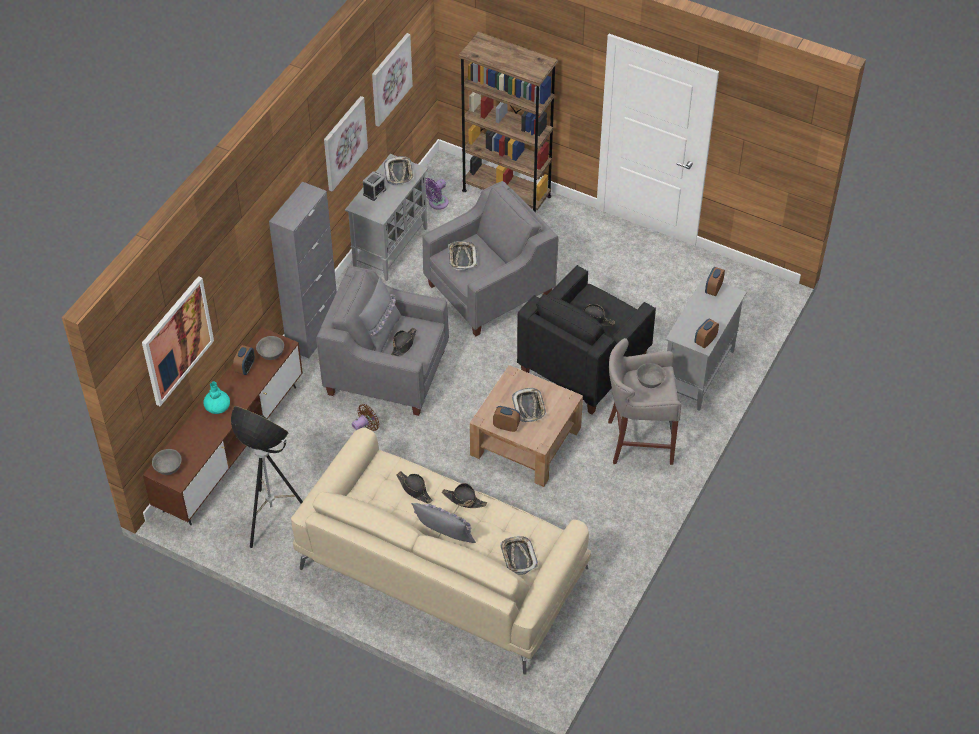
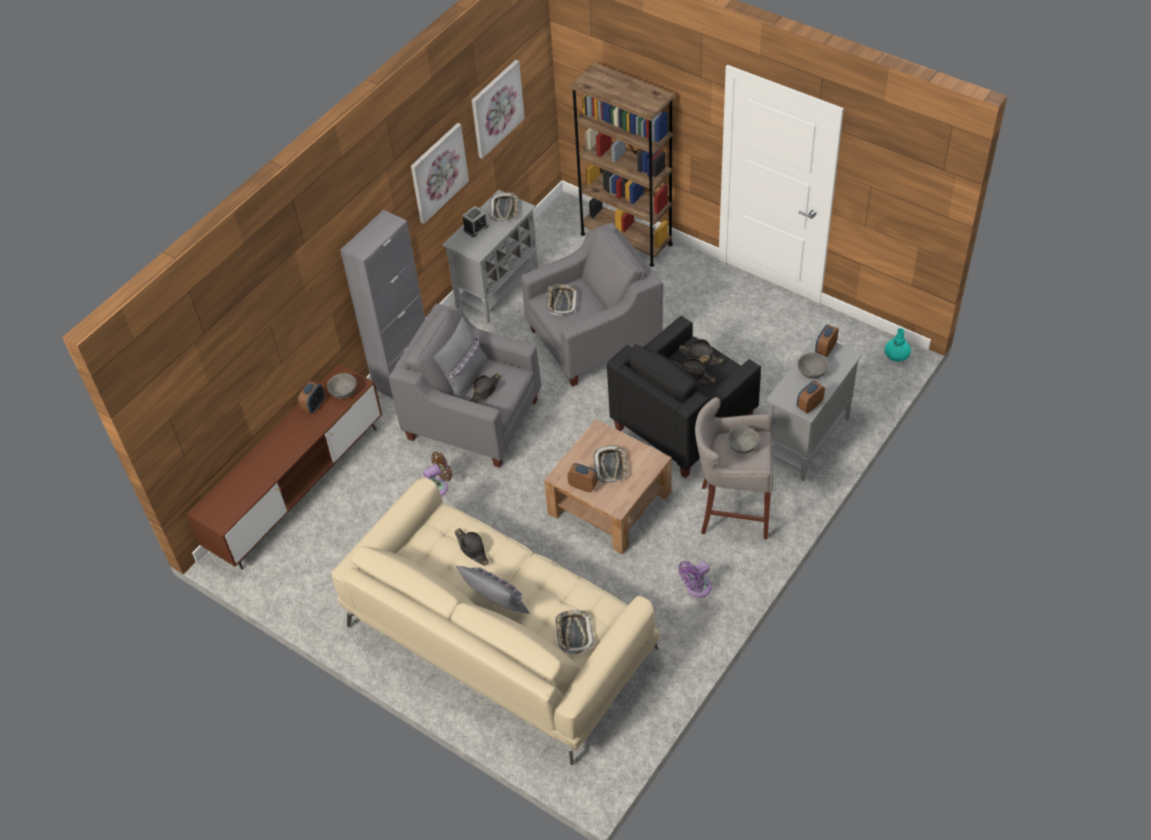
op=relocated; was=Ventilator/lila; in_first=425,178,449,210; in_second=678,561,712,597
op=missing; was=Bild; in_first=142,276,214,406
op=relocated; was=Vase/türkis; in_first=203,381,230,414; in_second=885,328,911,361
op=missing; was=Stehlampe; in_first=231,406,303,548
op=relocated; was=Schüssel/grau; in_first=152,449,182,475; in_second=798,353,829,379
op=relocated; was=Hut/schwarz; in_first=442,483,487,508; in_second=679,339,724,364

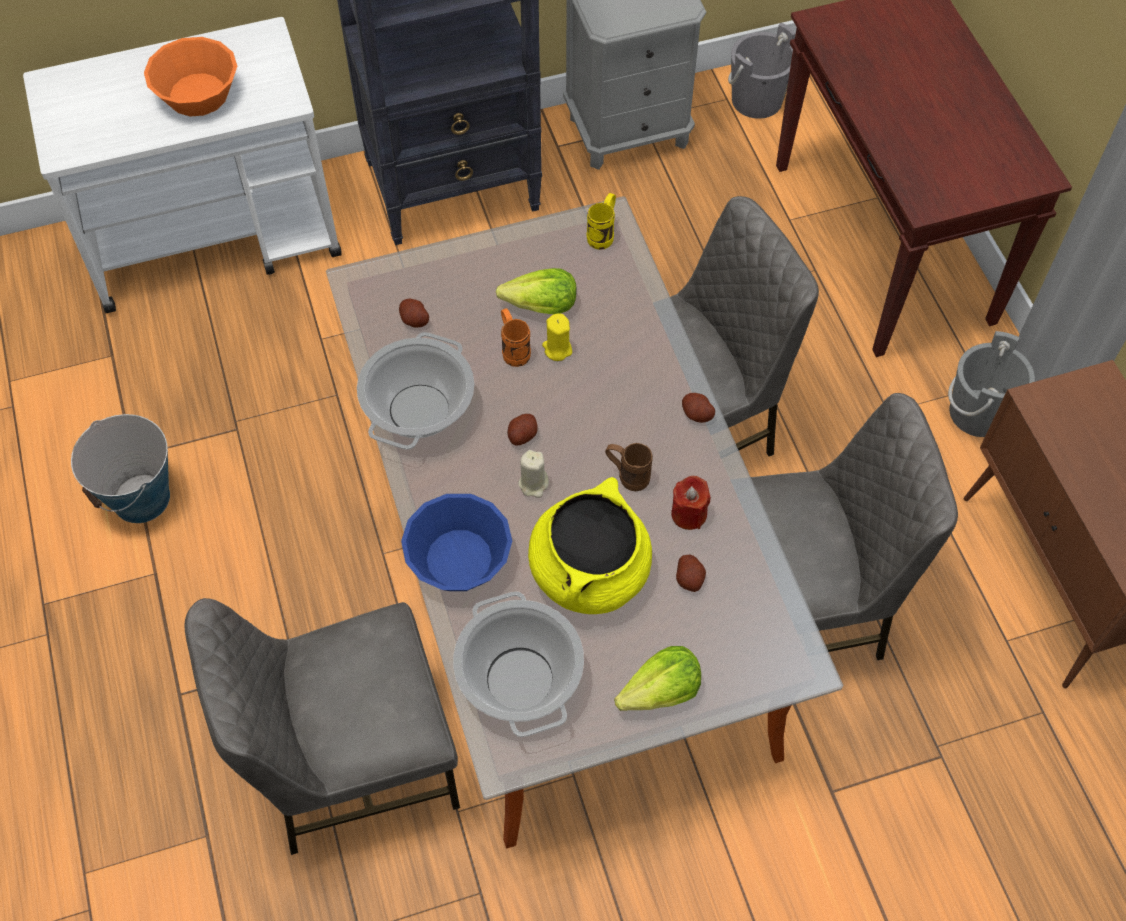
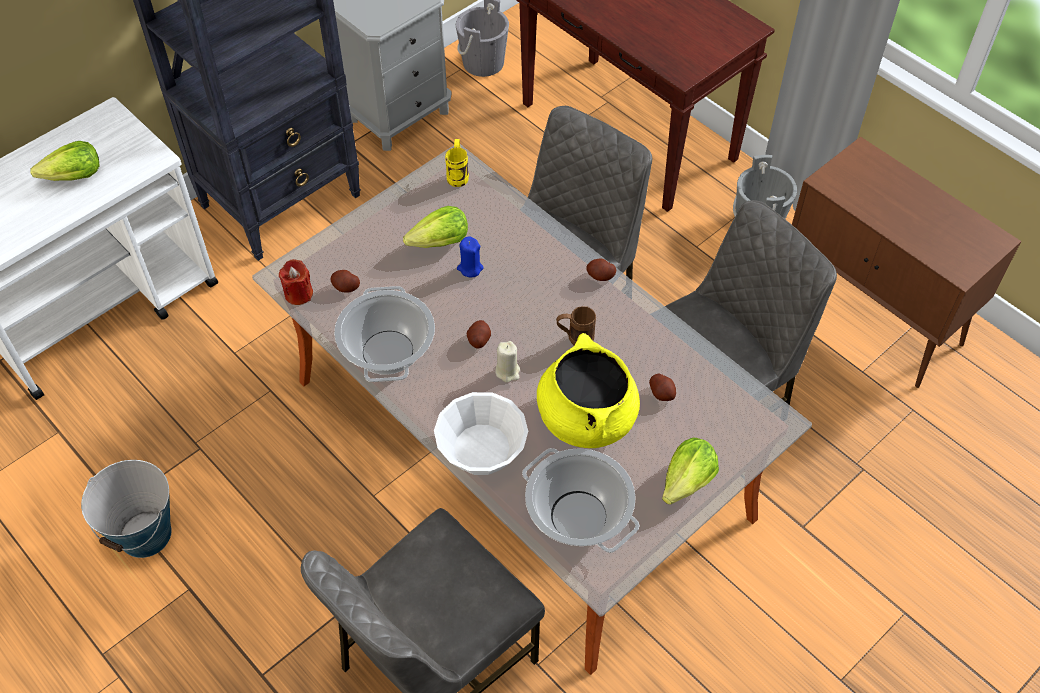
op=exchanged; was=Schüssel/orange; now=Salatkopf; in_first=144,37,237,117; in_second=30,141,99,181
op=missing; was=Henkelbecher/orange; in_first=501,308,531,367
op=colour; was=Kerze/gelb; now=Kerze/blau; in_first=542,313,572,361; in_second=457,236,484,278
op=relocated; was=Kerze/rot; in_first=671,476,711,530; in_second=279,259,313,305
op=colour; was=Schüssel/blau; now=Schüssel/weiß; in_first=401,494,512,591; in_second=434,392,528,475

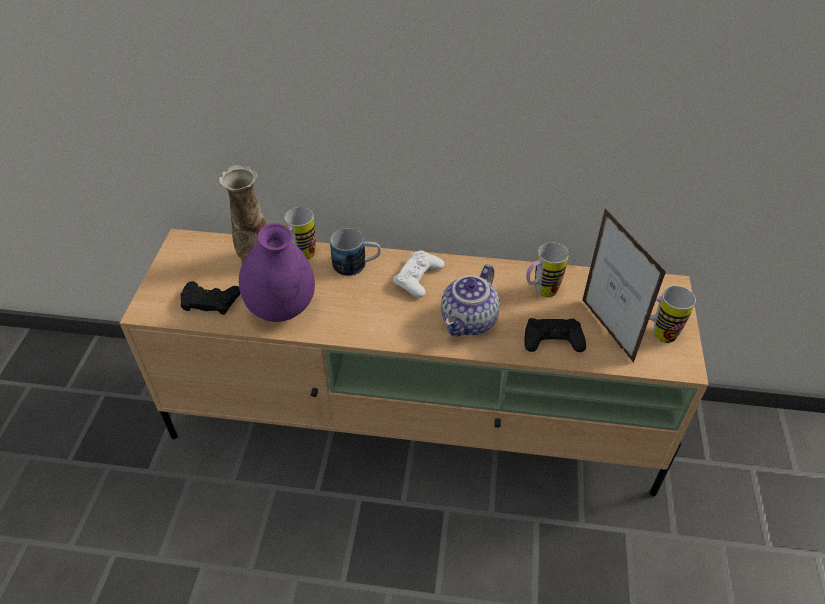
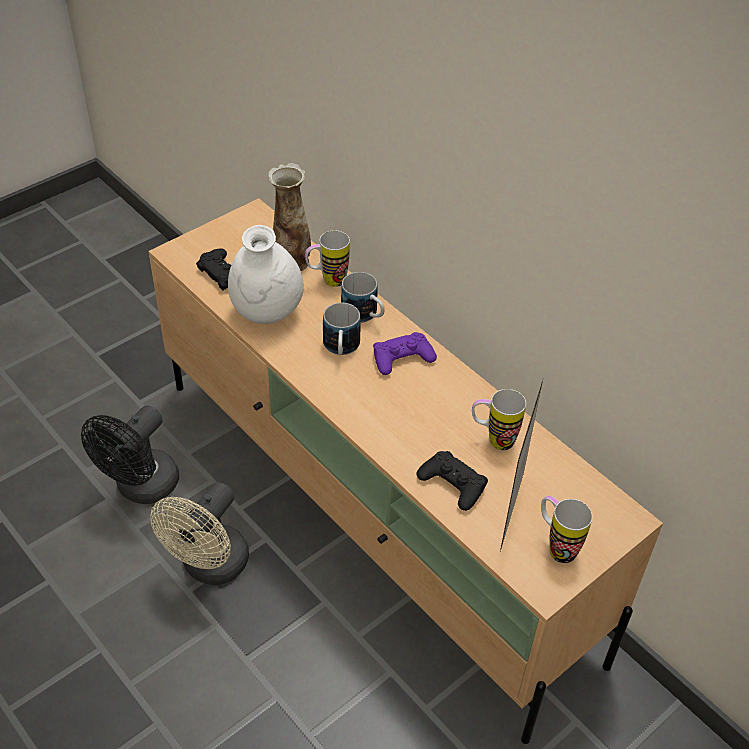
op=colour; was=Vase/lila; now=Vase/weiß; in_first=239,223,315,322; in_second=228,225,304,324
op=colour; was=Gamepad/weiß; now=Gamepad/lila; in_first=393,250,444,298; in_second=373,332,437,375
op=missing; was=Teekanne; in_first=441,264,500,336
op=appeared; now=Henkelbecher; in_second=323,303,360,355
op=appeared; now=Ventilator/schwarz; in_second=81,405,179,504
op=appeared; now=Ventilator/beige; in_second=150,482,249,585

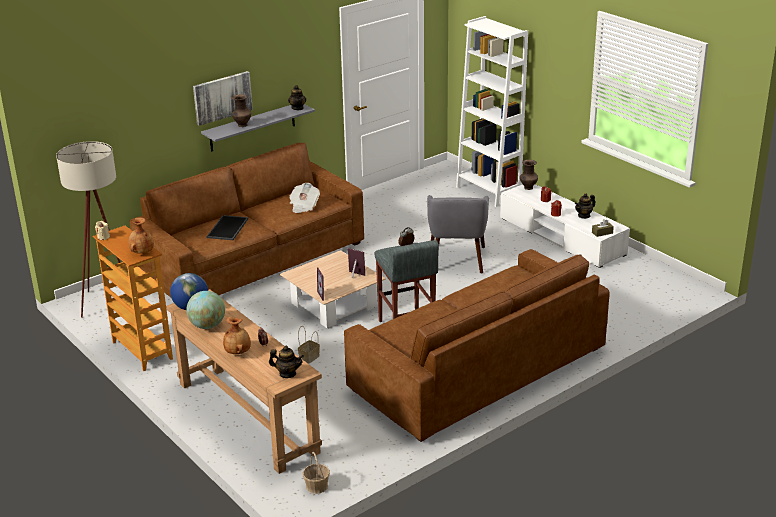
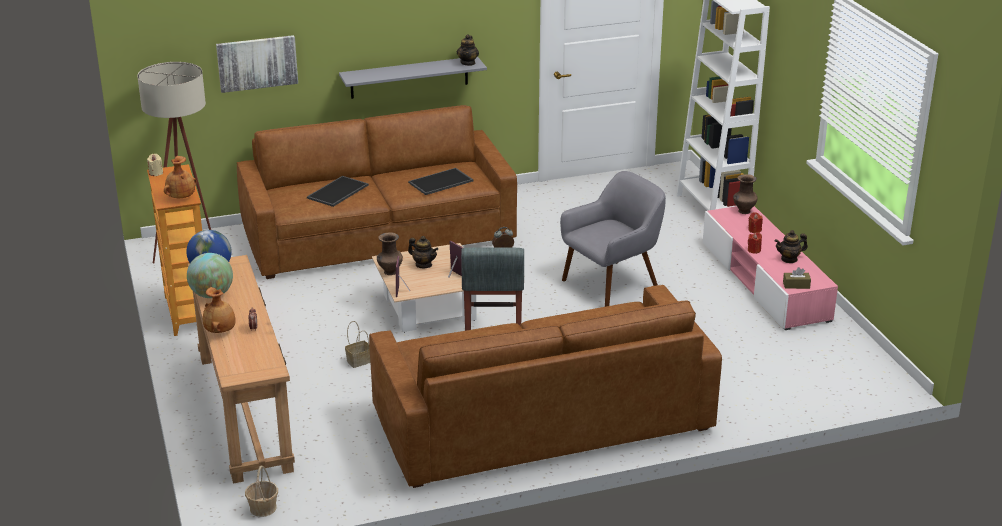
op=relocated; was=Bild; in_first=193,71,253,126; in_second=216,35,298,93
op=relocated; was=Vase/braun; in_first=232,94,251,127; in_second=377,232,403,275
op=exchanged; was=Zeitung; now=Tablett; in_first=289,183,320,213; in_second=408,168,473,195
op=colour; was=Fernsehschrank/weiß; now=Fernsehschrank/rosa; in_first=500,184,630,268; in_second=703,206,838,330
op=spun; was=Sessel/grau; in_first=427,195,489,274; in_second=560,171,666,307; clockwise=-150
op=relocated; was=Teekanne; in_first=269,346,304,378; in_second=408,236,438,268

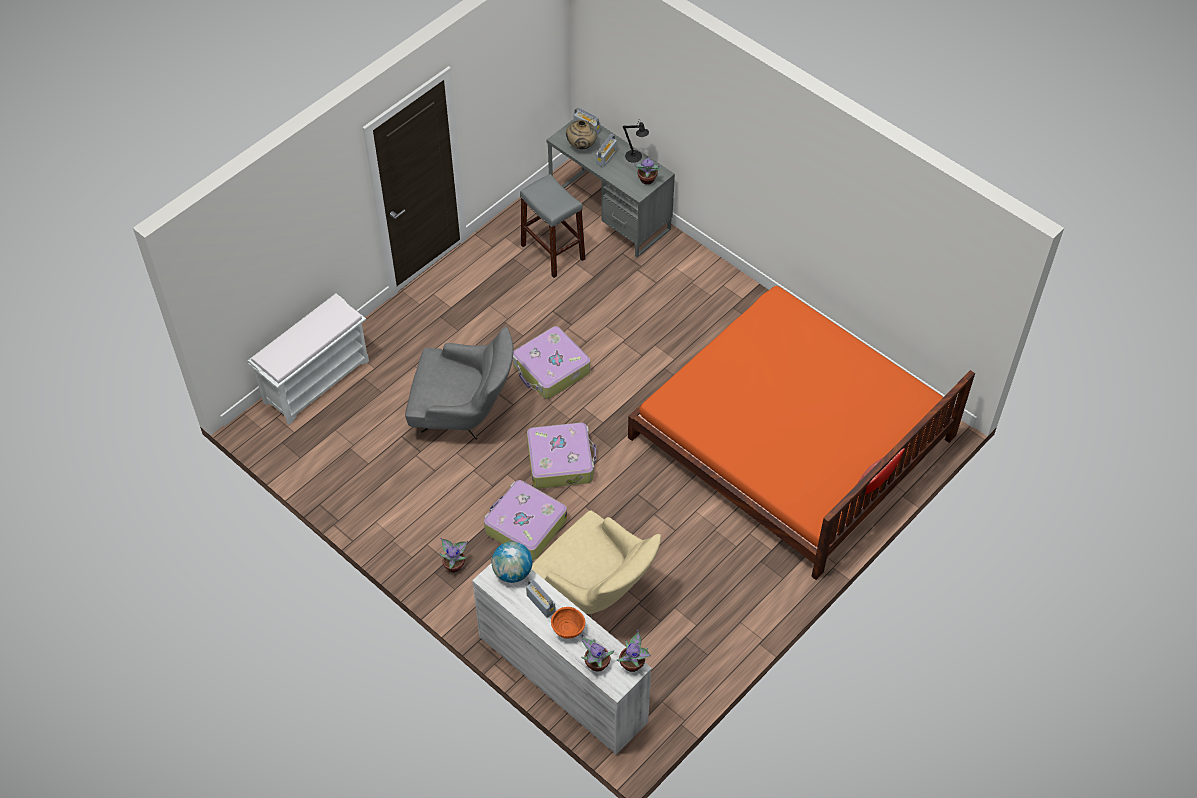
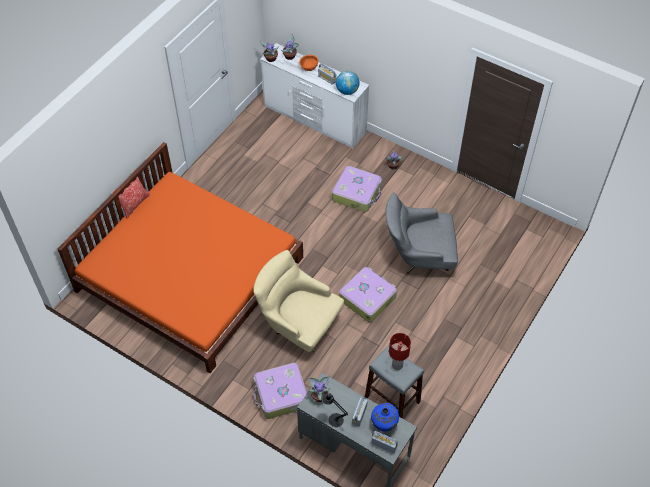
op=colour; was=Vase/beige; now=Vase/blau; in_first=566,120,597,150; in_second=371,403,399,431
op=missing; was=Bank/weiß; in_first=248,294,369,425
op=relocated; was=Koffer; in_first=527,422,596,489; in_second=253,363,307,419
op=relocated; was=Sessel/beige; in_first=531,510,661,618; in_second=253,250,344,352
op=appeared; now=Tischlampe/rot; in_second=389,333,411,370

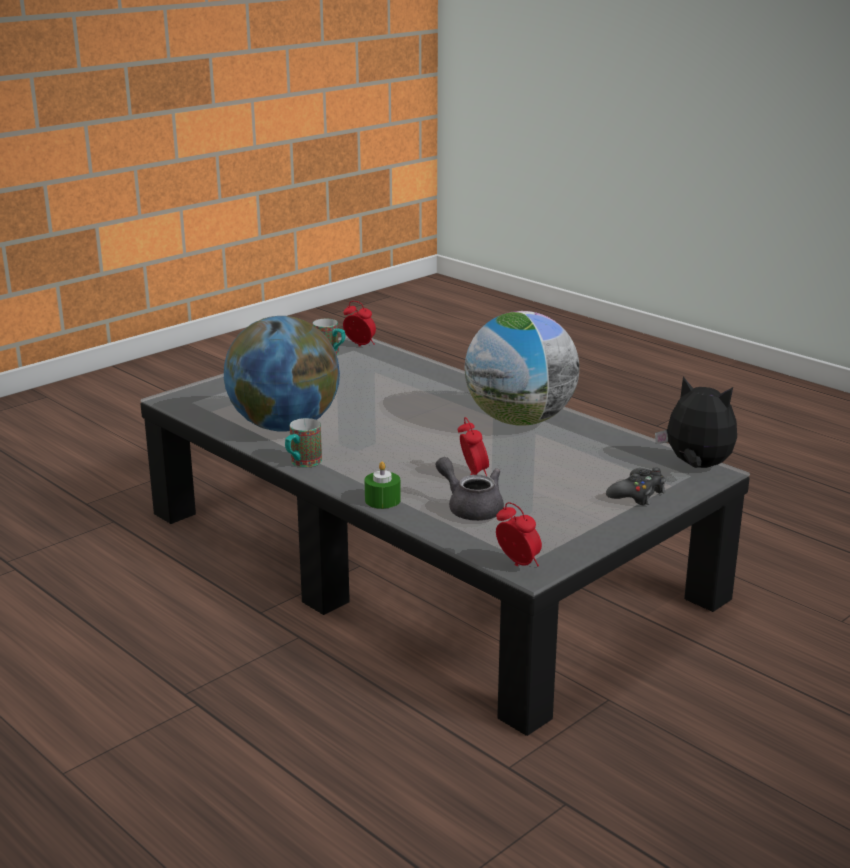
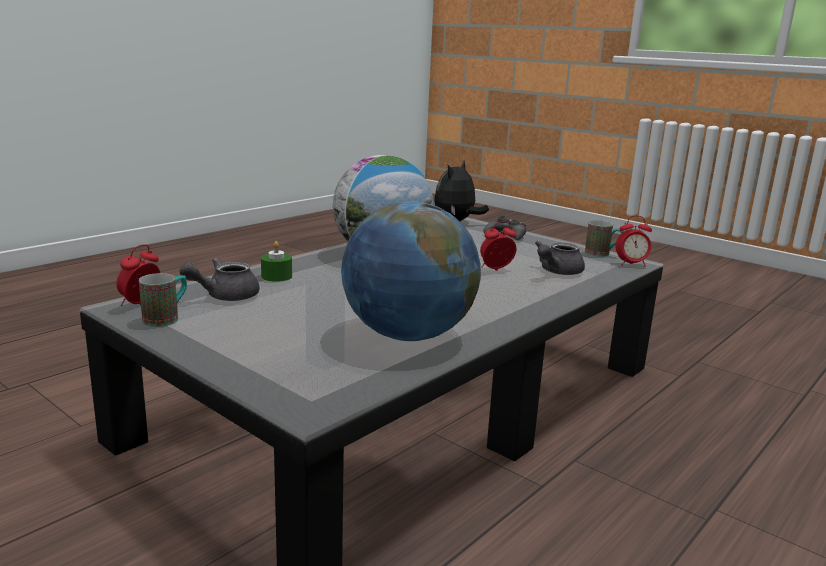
op=relocated; was=Henkelbecher; in_first=285,418,322,467; in_second=585,220,624,257
op=relocated; was=Kerze/grün; in_first=365,461,401,509; in_second=261,241,292,282
op=spun; was=Wecker; in_first=496,502,542,566; in_second=616,215,652,267; clockwise=-135
op=appeared; now=Teekanne/grau; in_second=180,258,259,301

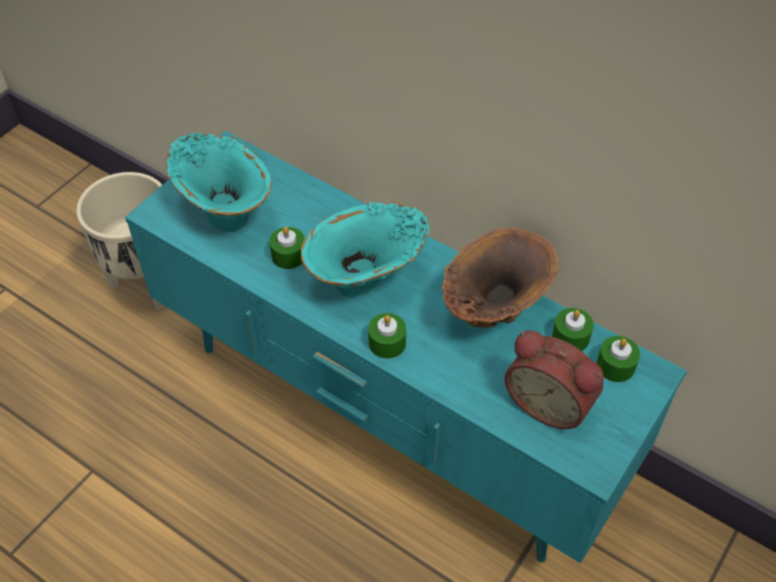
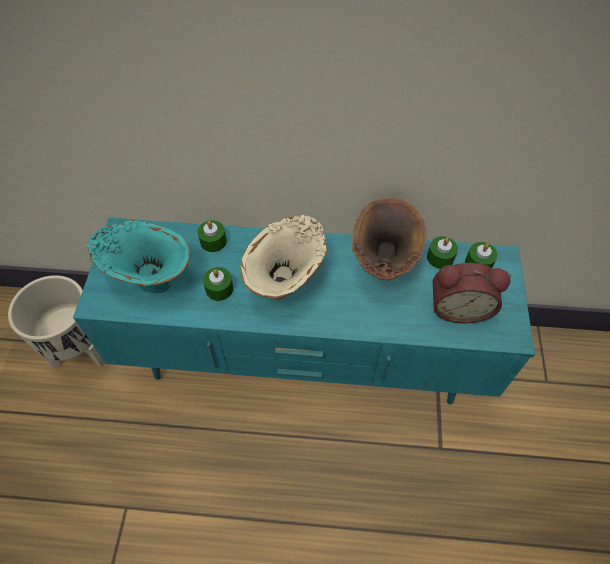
op=colour; was=Vase/türkis; now=Vase/beige; in_first=301,202,429,297; in_second=240,214,327,300
op=relocated; was=Kerze/grün; in_first=368,313,406,359; in_second=198,220,227,252

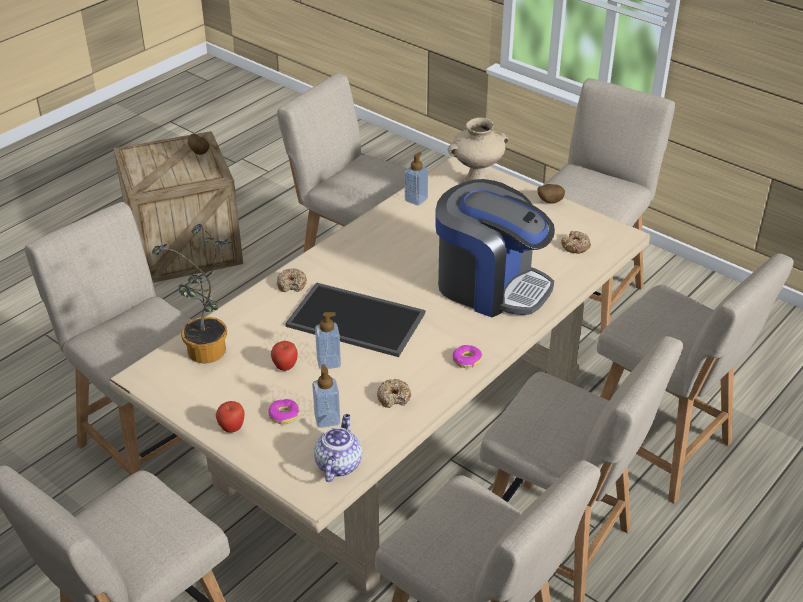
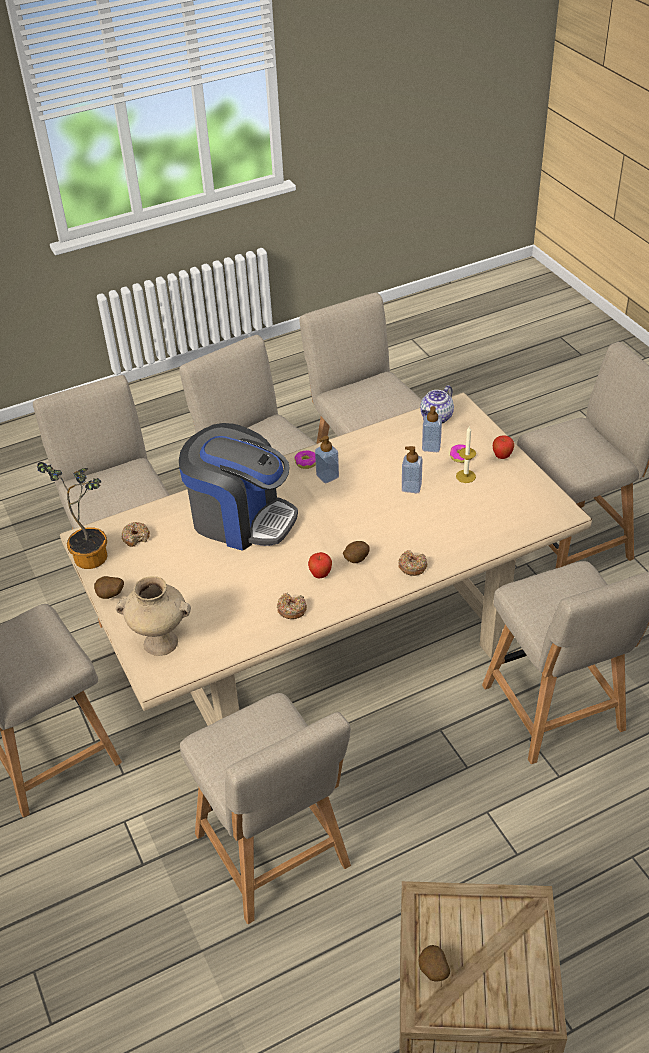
op=relocated; was=Seifenspender; in_first=405,152,428,206; in_second=315,436,339,483
op=spun; was=Kaffeemaschine; in_first=435,179,555,317; in_second=179,423,298,551; clockwise=150
op=relocated; was=Topfpflanze; in_first=152,224,232,363; in_second=37,462,108,569
op=missing; was=Tablett; in_first=285,282,425,357
op=relocated; was=Apfel; in_first=271,341,298,371; in_second=308,552,332,578
op=relocated; was=Donut; in_first=377,379,411,408; in_second=276,593,307,619
op=appeared; now=Kerze; in_second=456,427,476,483
op=appeared; now=Kartoffel; in_second=343,541,370,563

